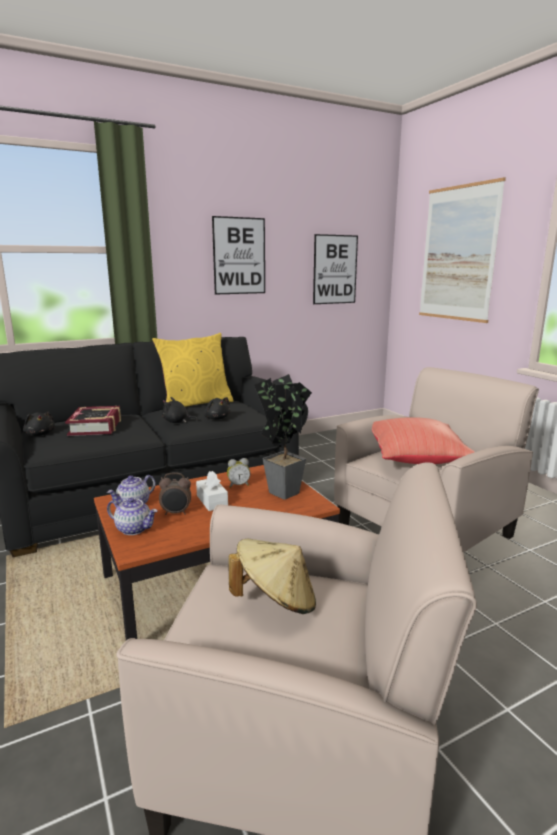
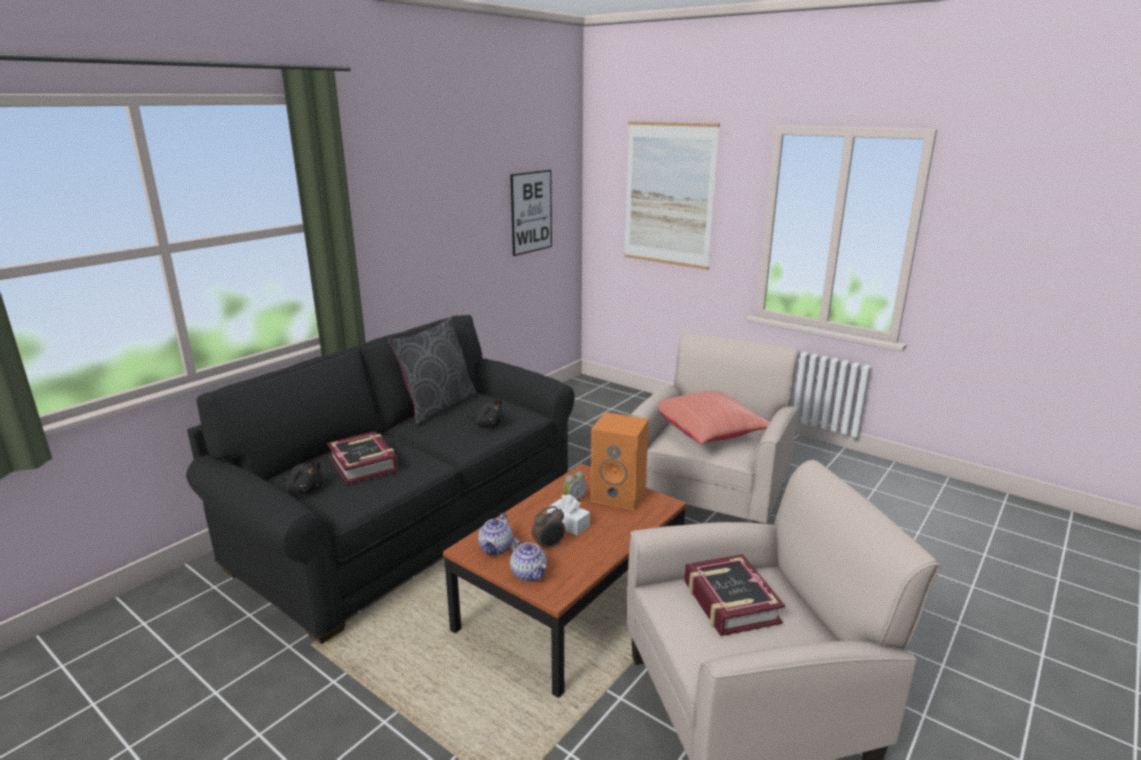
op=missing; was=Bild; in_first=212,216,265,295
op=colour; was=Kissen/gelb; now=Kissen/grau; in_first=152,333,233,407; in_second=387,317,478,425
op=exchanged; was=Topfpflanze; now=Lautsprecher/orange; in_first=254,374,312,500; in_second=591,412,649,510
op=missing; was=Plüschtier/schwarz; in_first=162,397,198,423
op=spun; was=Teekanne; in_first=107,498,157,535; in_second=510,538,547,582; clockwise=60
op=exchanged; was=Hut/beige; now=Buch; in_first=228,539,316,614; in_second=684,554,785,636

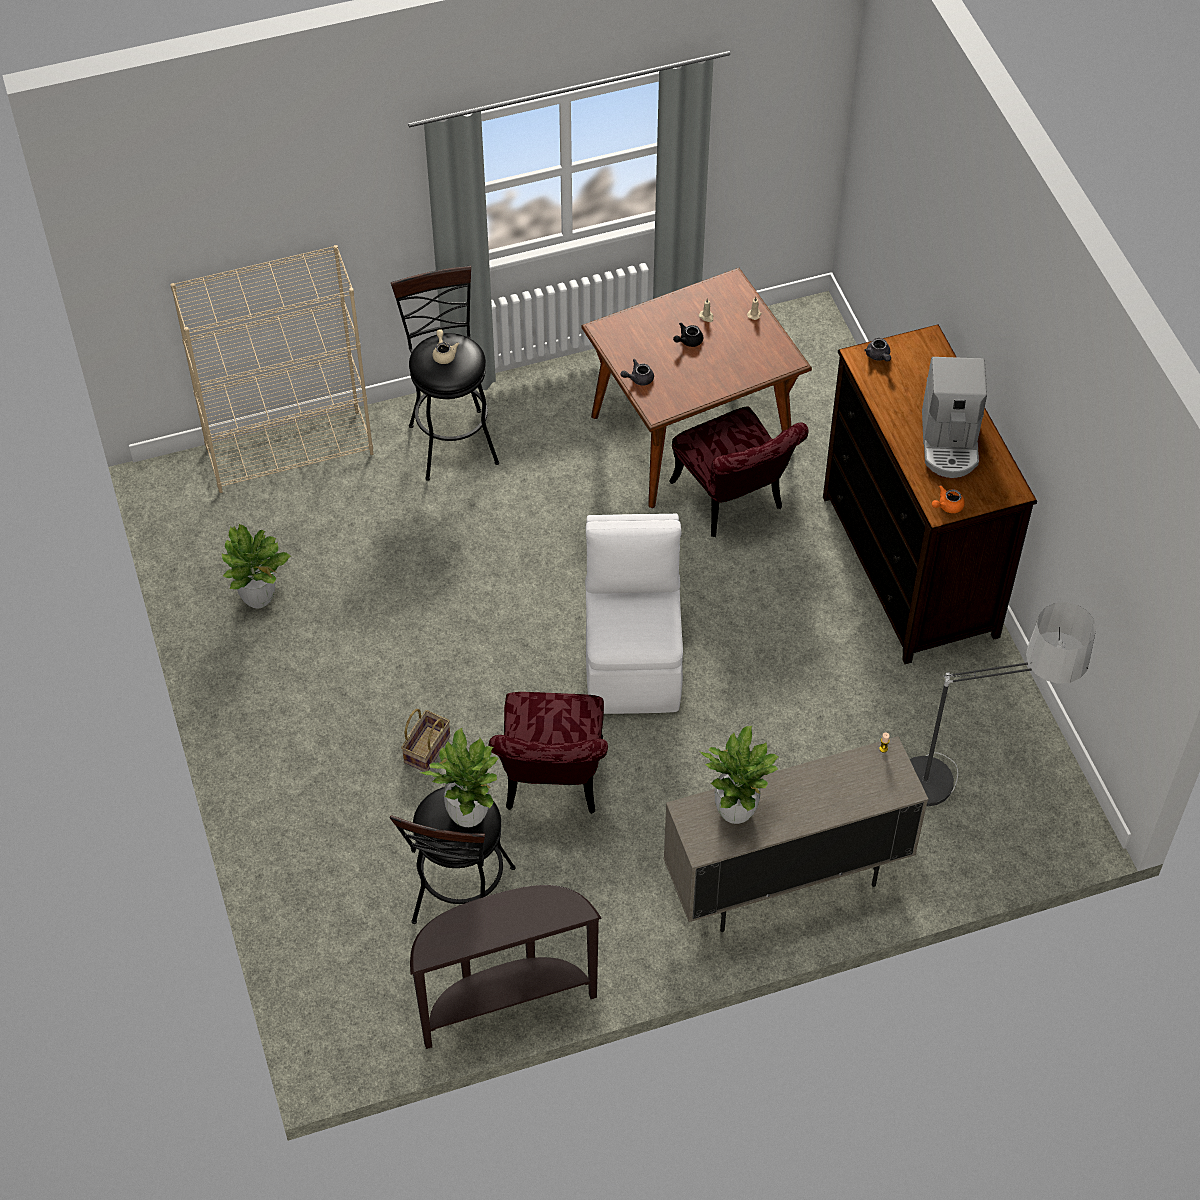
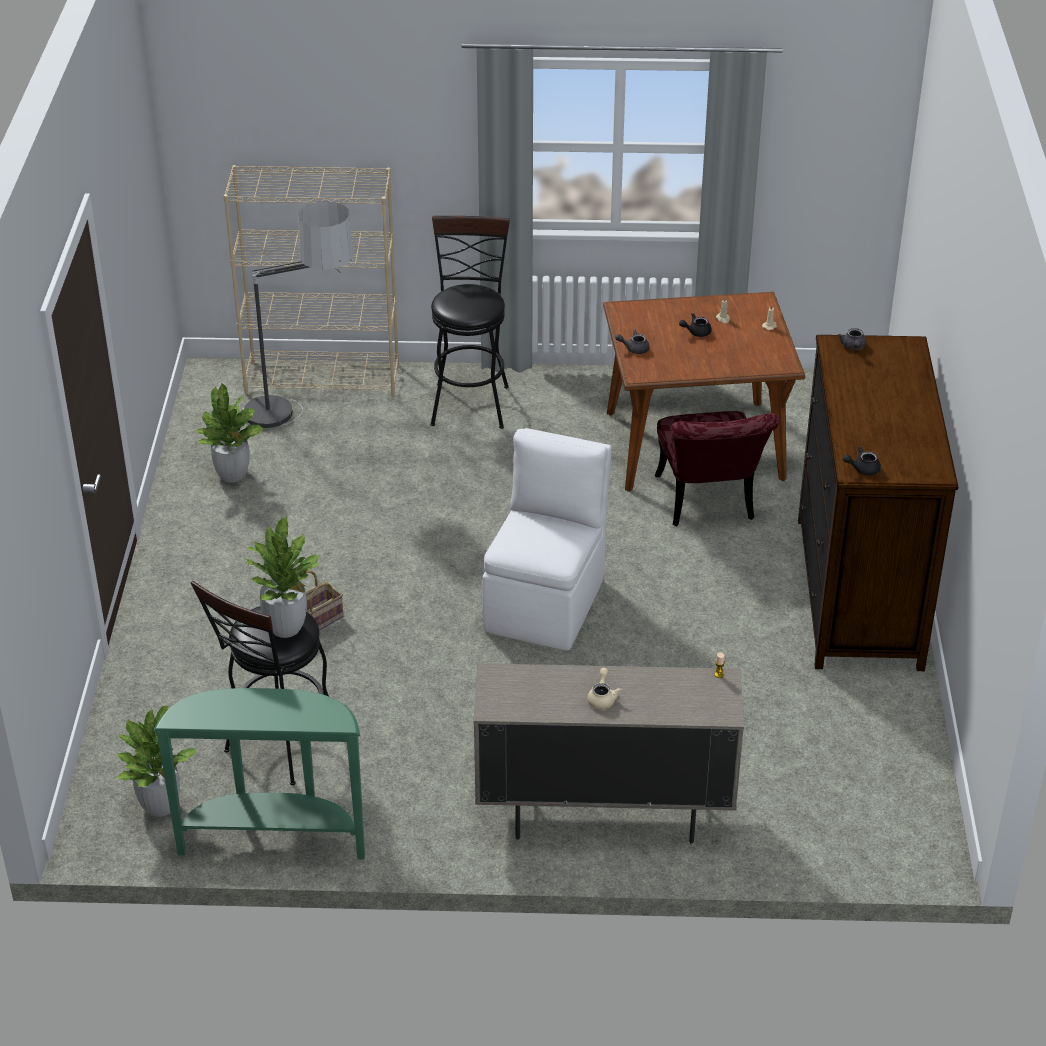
op=relocated; was=Teekanne/beige; in_first=433,329,459,364; in_second=587,668,622,709
op=missing; was=Kaffeemaschine; in_first=922,357,987,478
op=colour; was=Teekanne/orange; now=Teekanne/schwarz; in_first=932,485,965,513; in_second=843,446,881,475
op=relocated; was=Stehlampe; in_first=910,602,1096,807; in_second=242,201,354,429
op=missing; was=Stuhl/rot; in_first=488,692,608,814
op=relocated; was=Topfpflanze; in_first=700,726,779,824; in_second=116,705,198,817
op=colour; was=Konsolentisch/braun; now=Konsolentisch/grün; in_first=410,885,602,1049; in_second=153,688,365,859

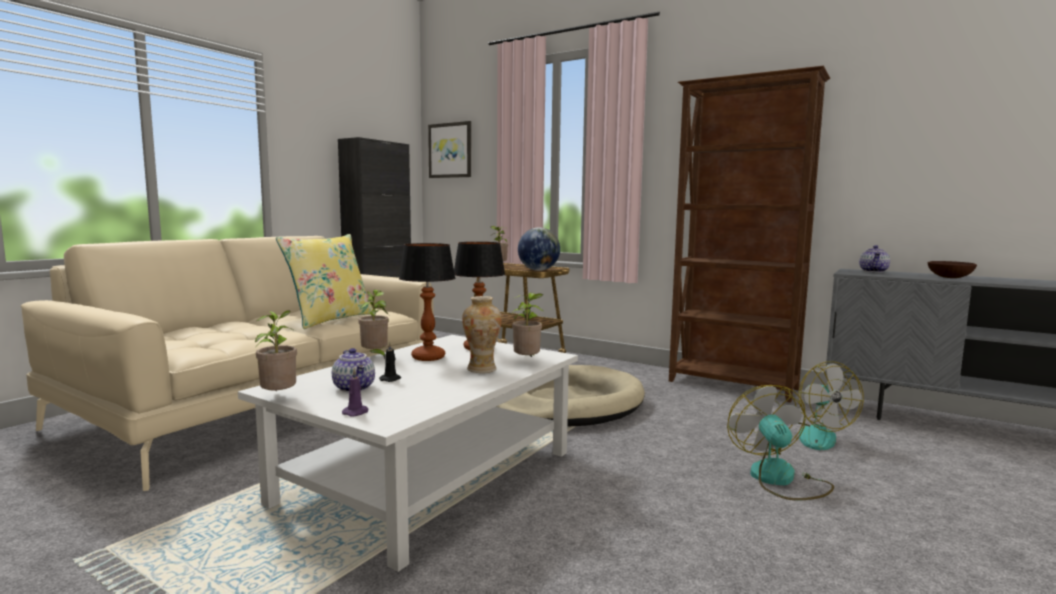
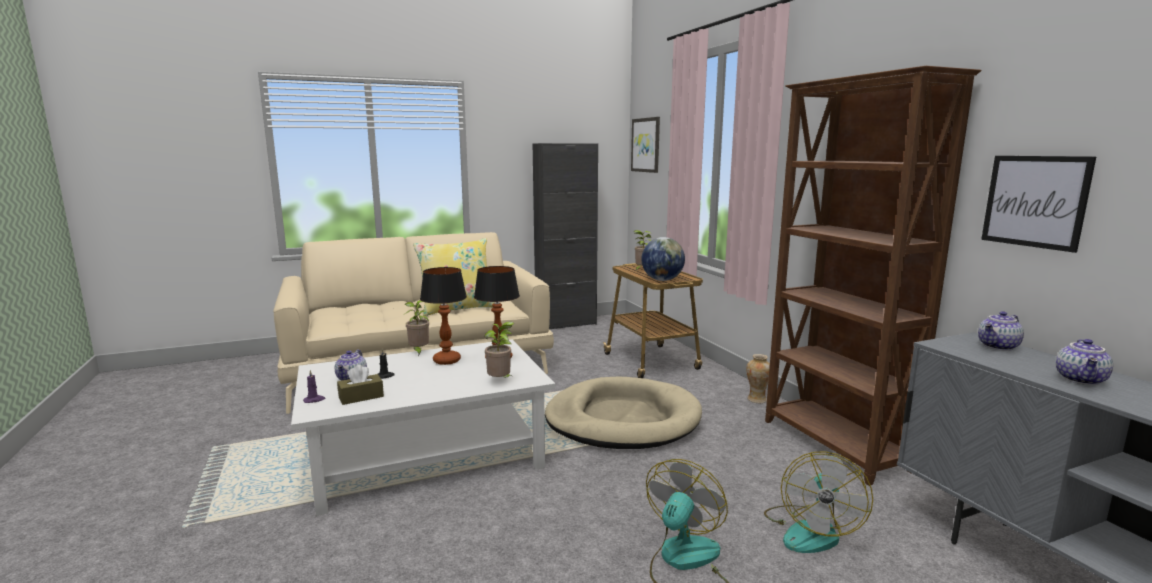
op=exchanged; was=Schüssel/braun; now=Teekanne; in_first=927,261,977,278; in_second=1056,339,1113,385
op=relocated; was=Vase; in_first=462,296,502,373; in_second=746,354,770,404
op=missing; was=Topfpflanze; in_first=255,310,297,392
op=appeared; now=Bild; in_second=981,156,1096,253
op=appeared; now=Taschentuchbox/braun; in_second=337,364,384,405

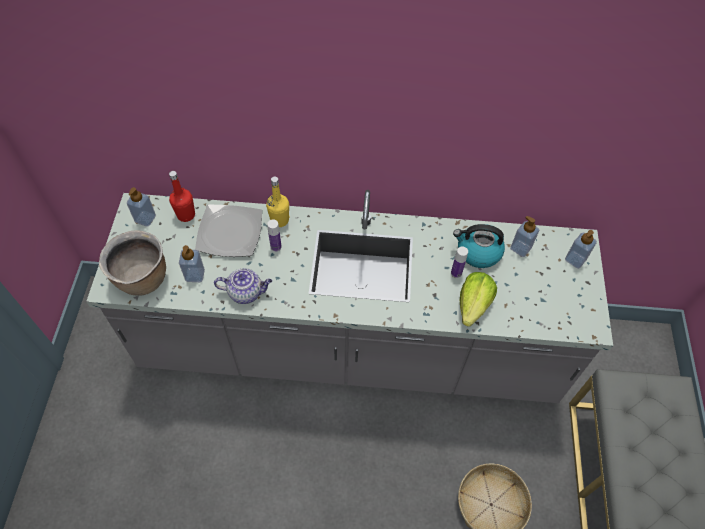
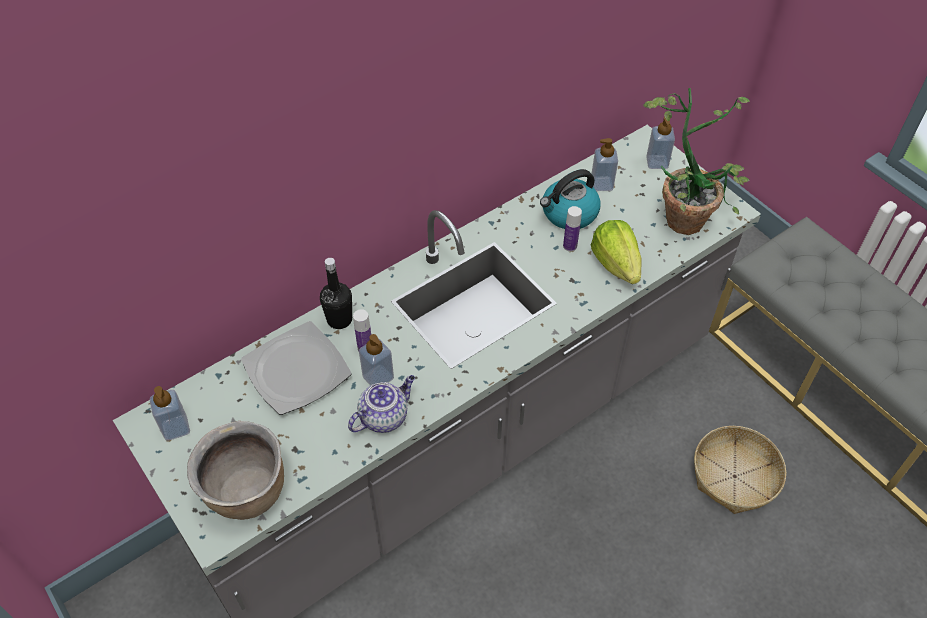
op=missing; was=Flasche/rot; in_first=169,171,195,222
op=colour; was=Flasche/gelb; now=Flasche/schwarz; in_first=266,177,289,227; in_second=320,258,352,329
op=relocated; was=Seifenspender; in_first=179,245,205,282; in_second=359,334,394,385
op=appeared; now=Topfpflanze; in_second=643,88,750,235

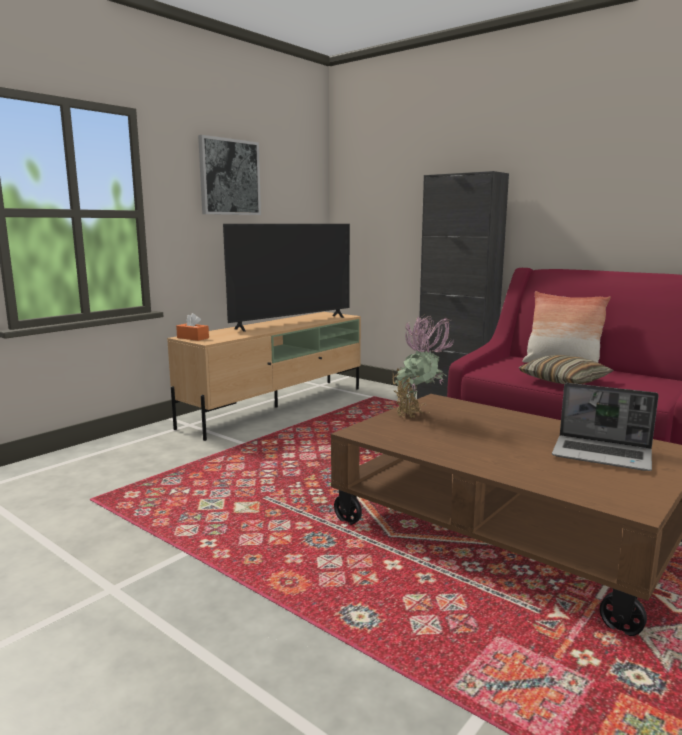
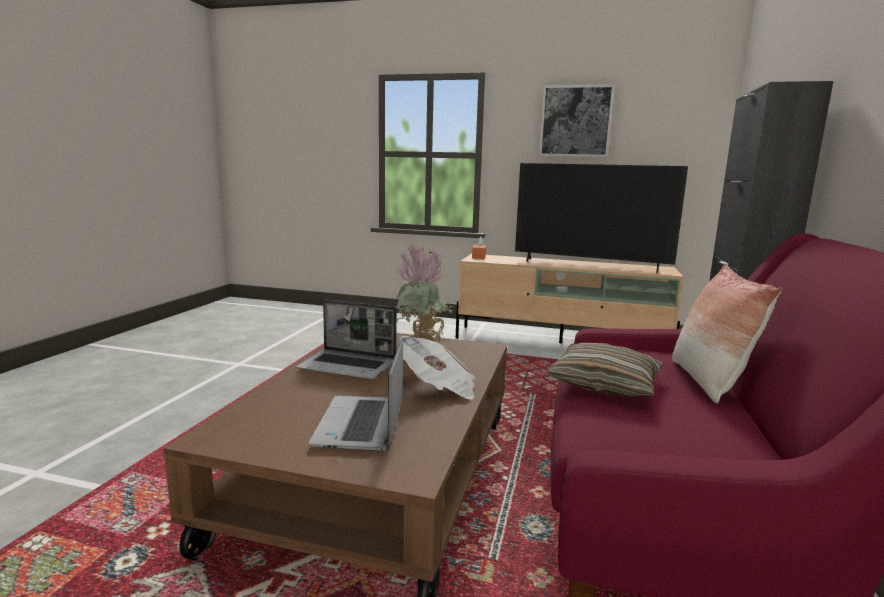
op=appeared; now=Laptop; in_second=296,299,397,379
op=appeared; now=Zeitung; in_second=400,336,475,399

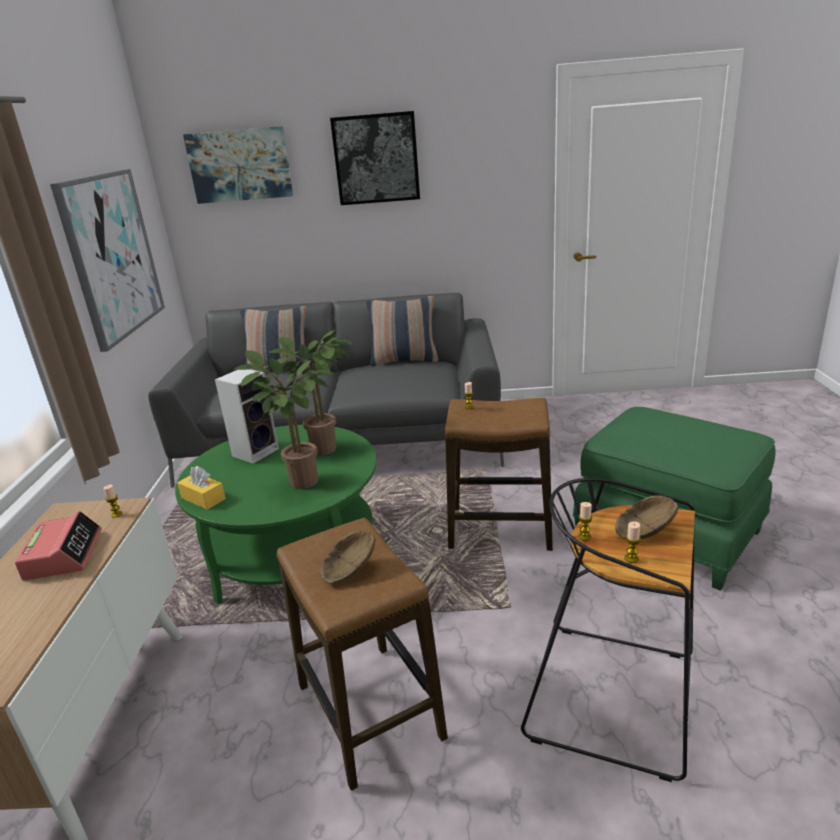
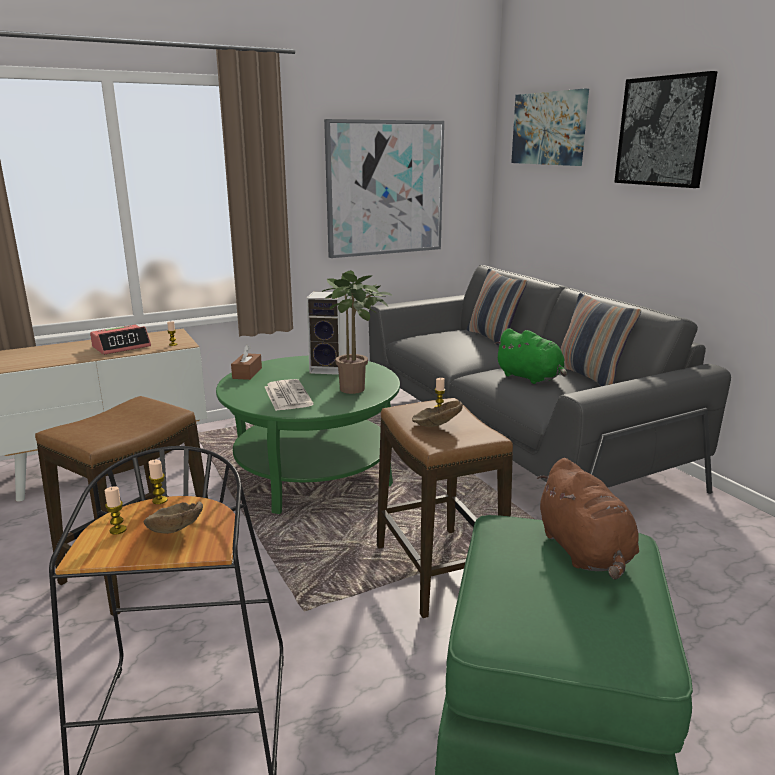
op=exchanged; was=Topfpflanze; now=Zeitung; in_first=233,350,333,489; in_second=265,379,313,411
op=colour; was=Taschentuchbox/gelb; now=Taschentuchbox/braun; in_first=177,466,226,510; in_second=231,344,262,380
op=relocated; was=Schüssel/braun; in_first=321,531,375,584; in_second=412,400,463,427
op=appeared; now=Plüschtier/grün; in_second=494,328,567,384
op=appeared; now=Plüschtier/braun; in_second=537,458,639,580

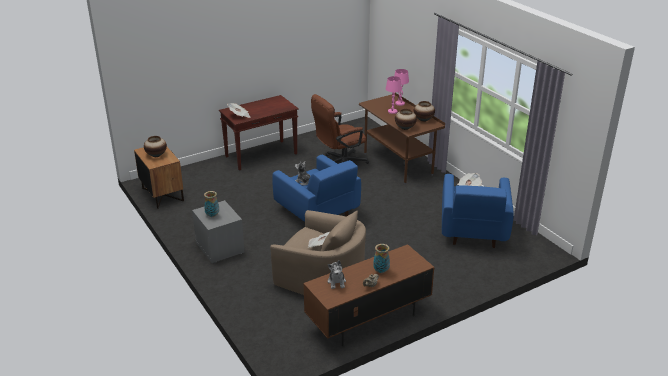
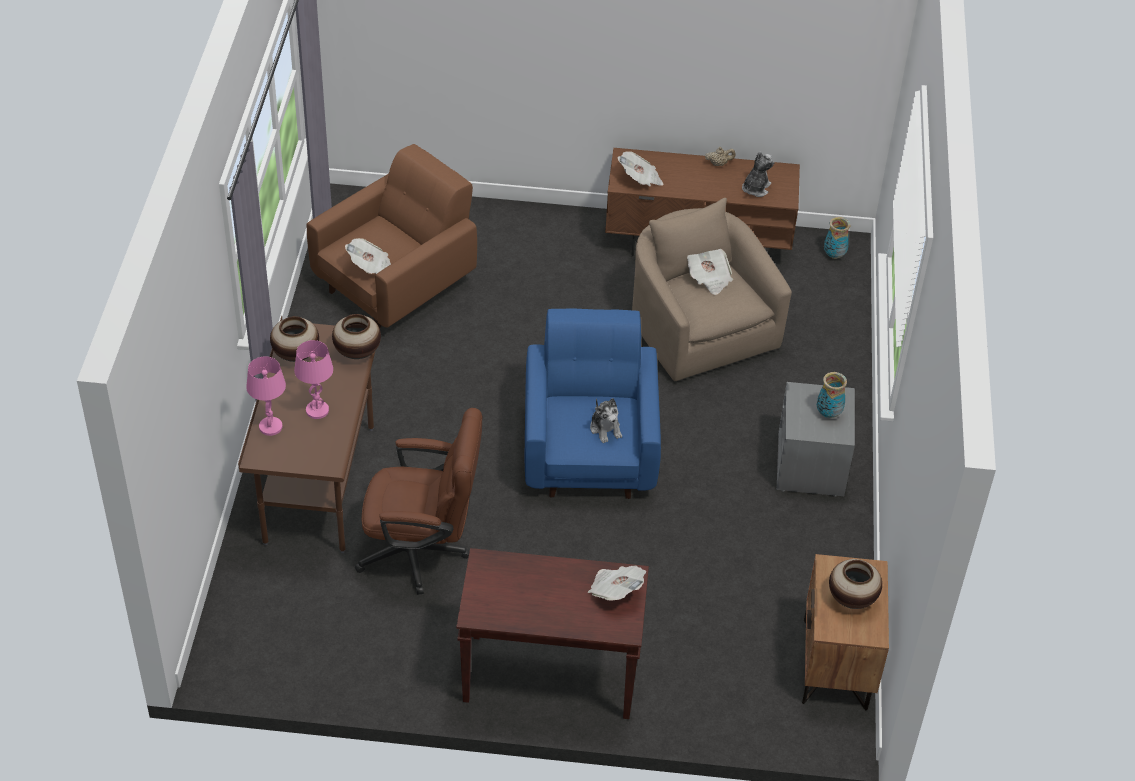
op=colour; was=Sessel/blau; now=Sessel/braun; in_first=442,174,514,248; in_second=307,144,477,328
op=relocated; was=Vase; in_first=373,244,390,273; in_second=824,217,850,259
op=appeared; now=Zeitung; in_second=618,151,664,186

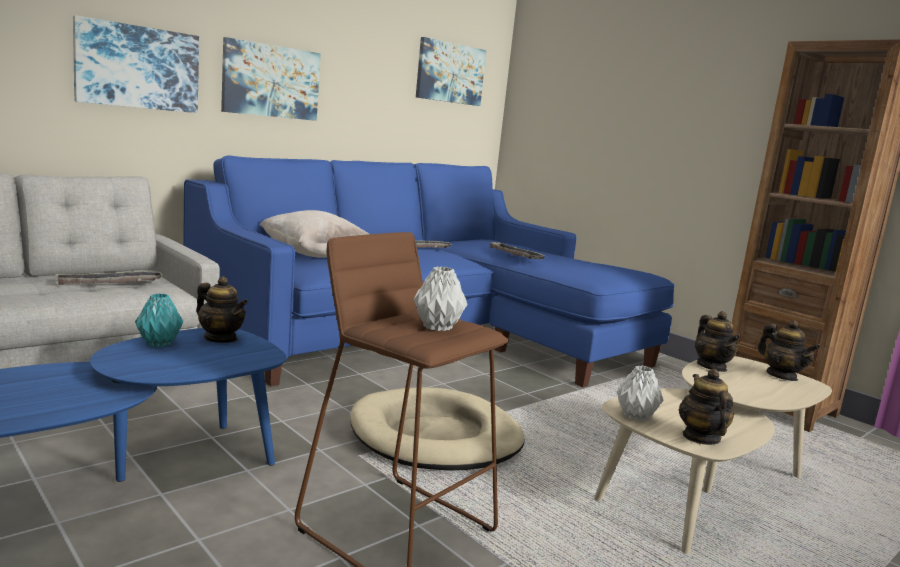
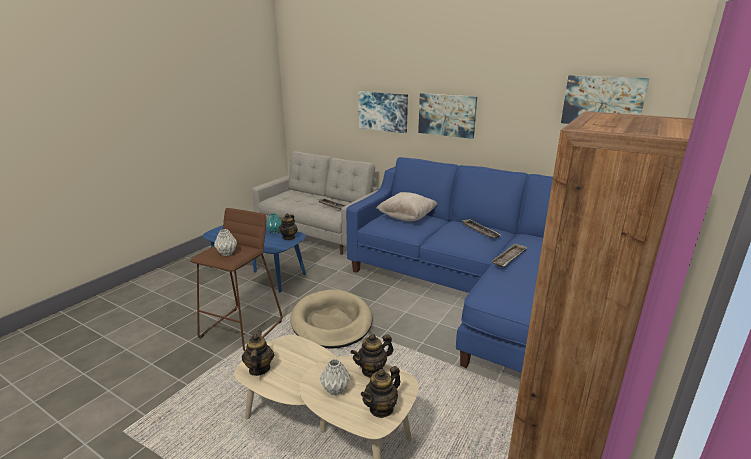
op=relocated; was=Vase/grau; in_first=617,365,664,421; in_second=320,359,350,396
op=spun; was=Teekanne; in_first=679,369,734,445; in_second=242,331,274,376; clockwise=-75

